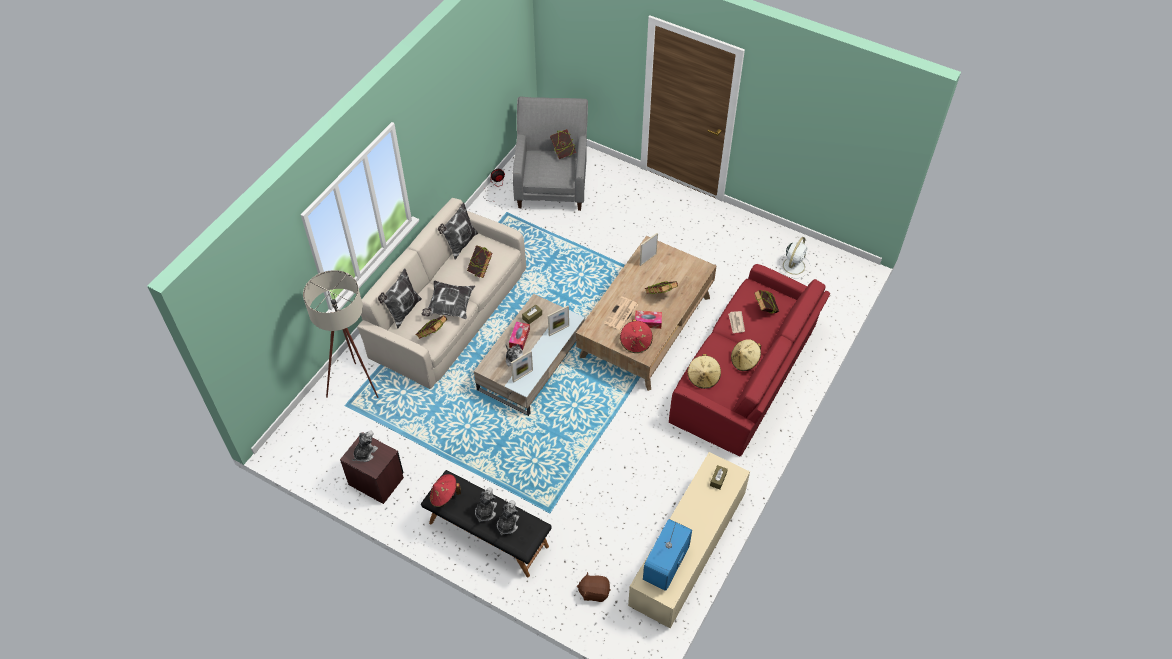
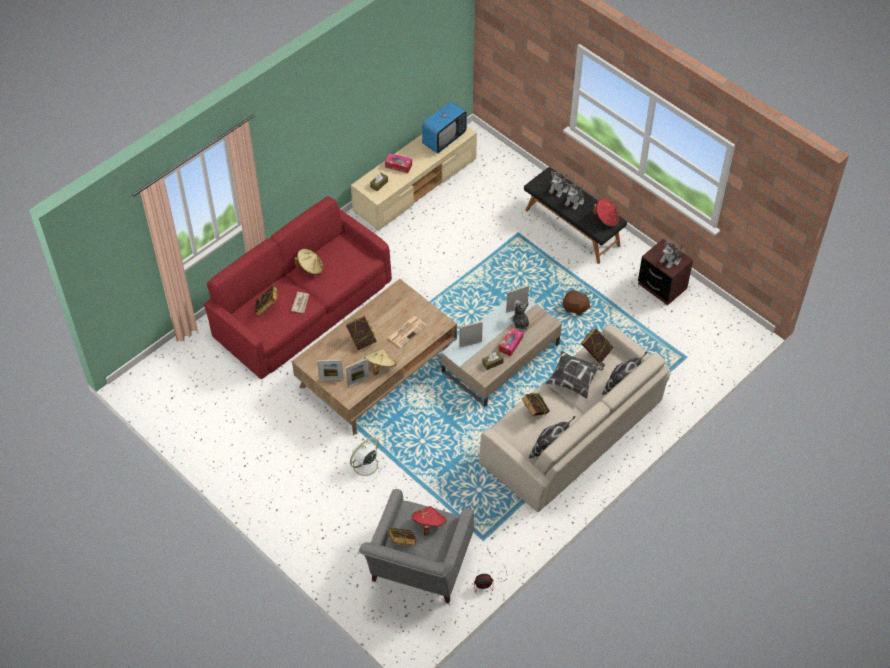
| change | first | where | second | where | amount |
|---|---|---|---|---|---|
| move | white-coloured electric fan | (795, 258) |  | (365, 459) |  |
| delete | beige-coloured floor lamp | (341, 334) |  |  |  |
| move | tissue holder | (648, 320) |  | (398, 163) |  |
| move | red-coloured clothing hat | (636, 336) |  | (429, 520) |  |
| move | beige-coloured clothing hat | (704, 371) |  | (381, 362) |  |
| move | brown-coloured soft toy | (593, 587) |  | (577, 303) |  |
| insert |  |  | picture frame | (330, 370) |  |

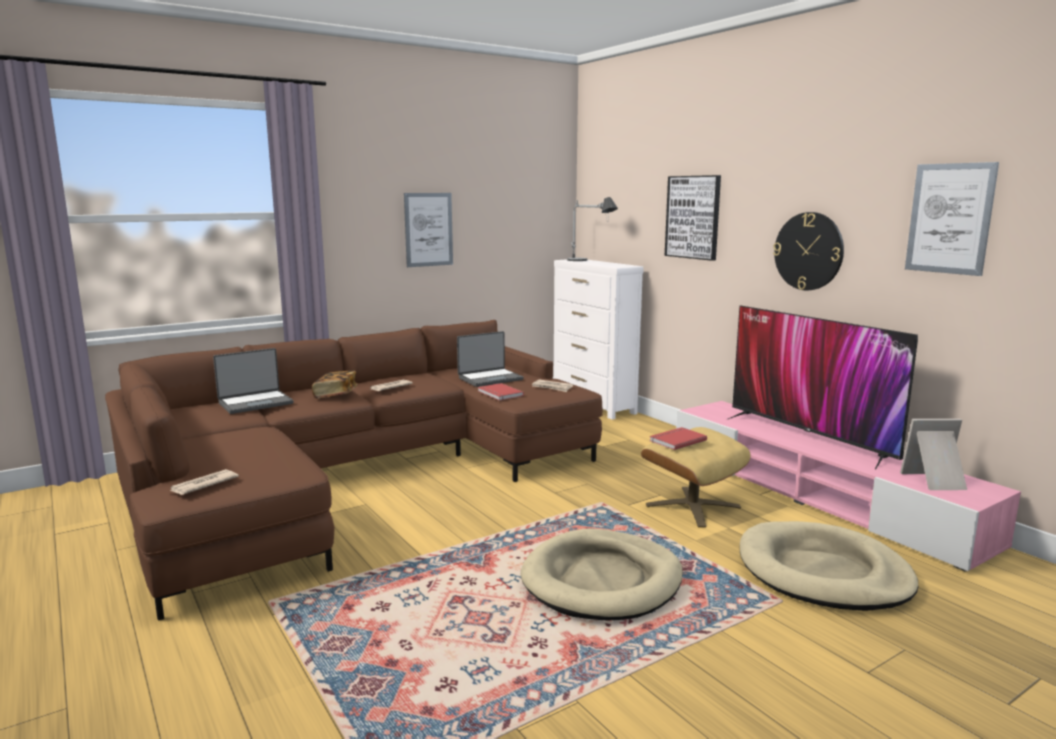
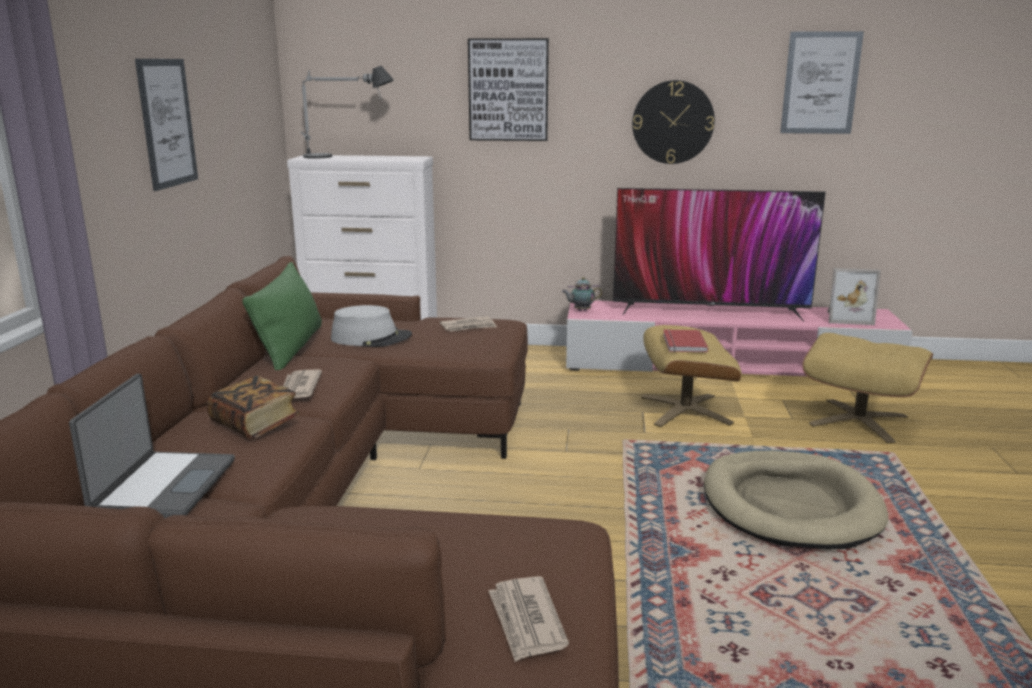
| change | first | where | second | where | amount |
|---|---|---|---|---|---|
| replace | notebook computer | (490, 359) | grey clothing hat | (371, 326) |  |
| delete | red-coloured book | (501, 392) |  |  |  |
| rotate | picture frame | (933, 454) |  | (854, 296) | 120 degrees counterclockwise |
| replace | beige-coloured pet bed | (829, 566) | beige-coloured footrest | (867, 388) |  |
| insert |  |  | green pillow | (282, 316) |  |
| insert |  |  | tea pot | (582, 294) |  |

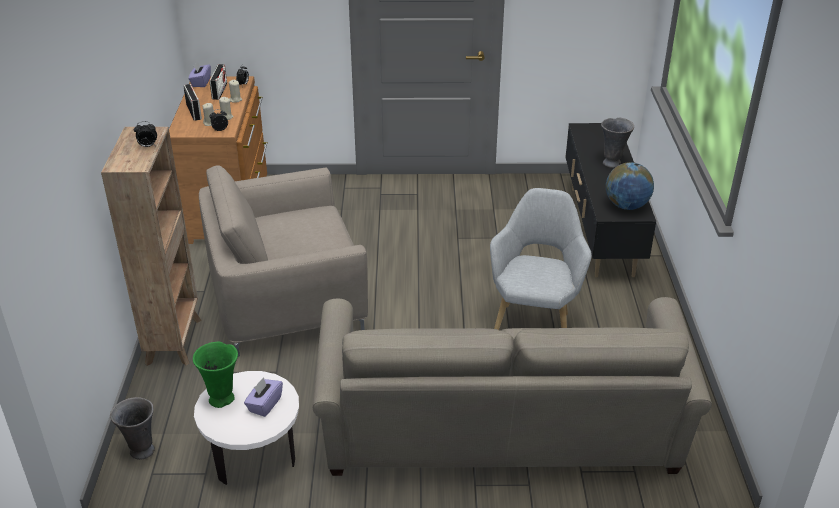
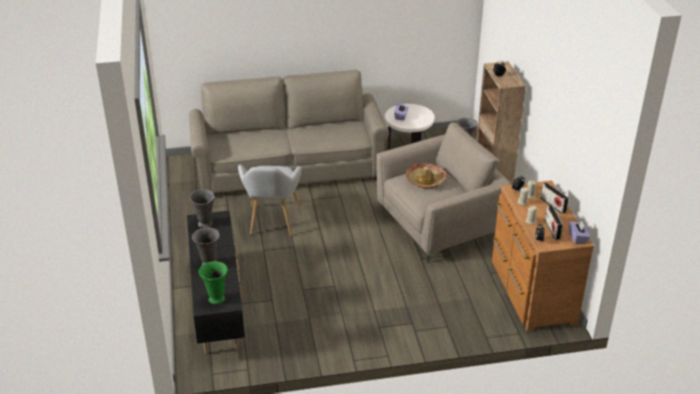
| change | first | where | second | where | amount |
|---|---|---|---|---|---|
| replace | desk globe | (630, 186) | grey decorative vase | (202, 208) |  |
| move | green decorative vase | (215, 375) |  | (213, 282) |  |
| insert |  |  | clothing hat | (426, 176) |  |

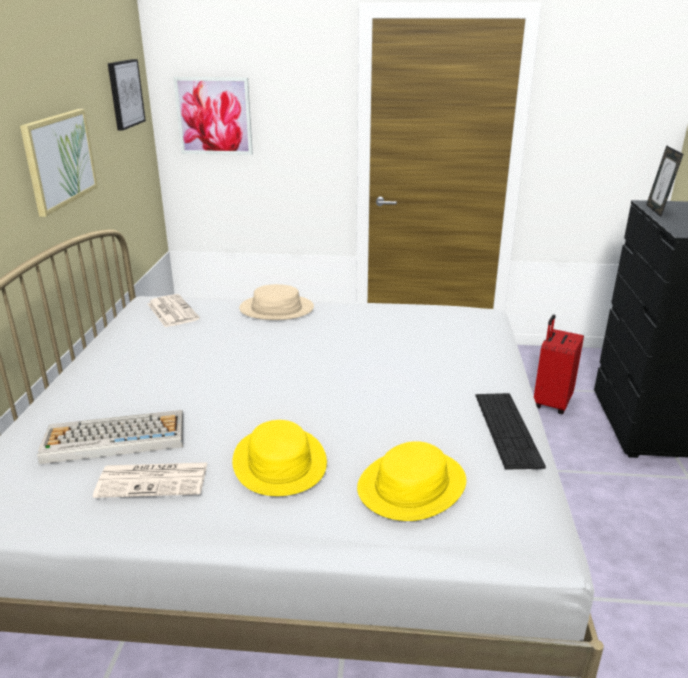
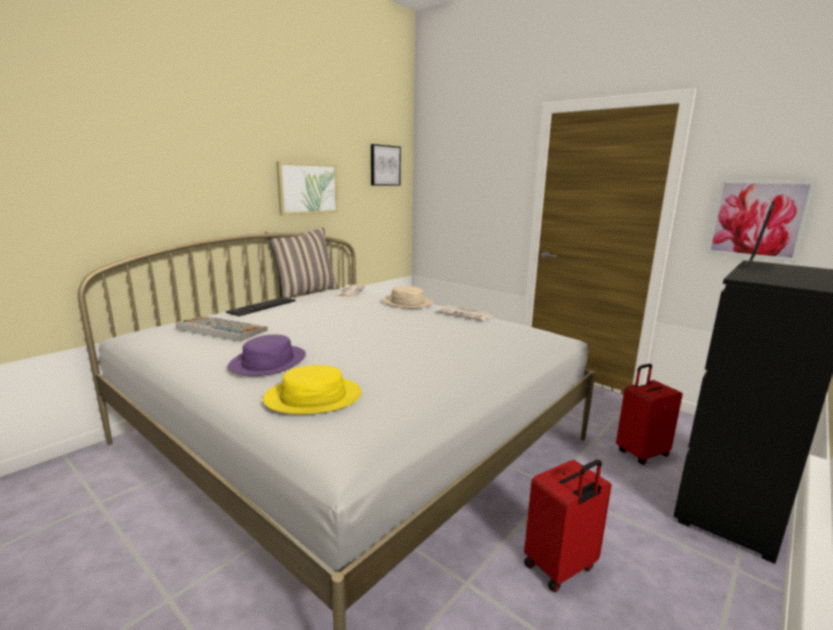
| change | first | where | second | where | amount |
|---|---|---|---|---|---|
| move | wall art | (213, 116) |  | (761, 221) |  |
| move | computer keyboard | (511, 431) |  | (261, 306) |  |
| recolor | yellow-coloured clothing hat | (279, 458) | purplish clothing hat | (267, 355) |  |
| move | daily paper | (150, 480) |  | (464, 313) |  |
| insert |  |  | pillow | (302, 263) |  |
| insert |  |  | red-coloured travel case | (568, 526) |  |

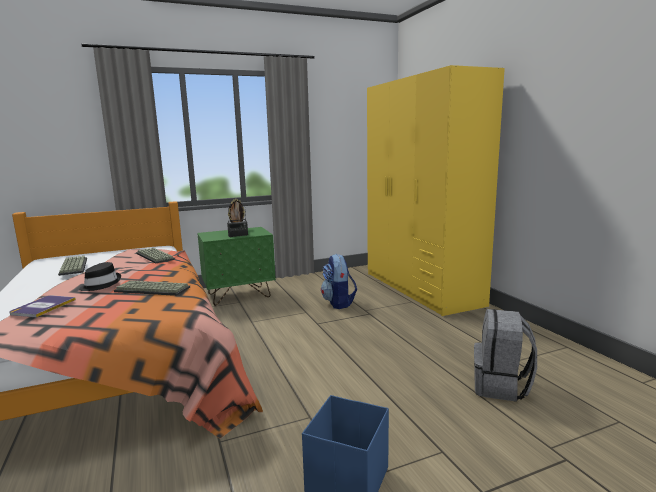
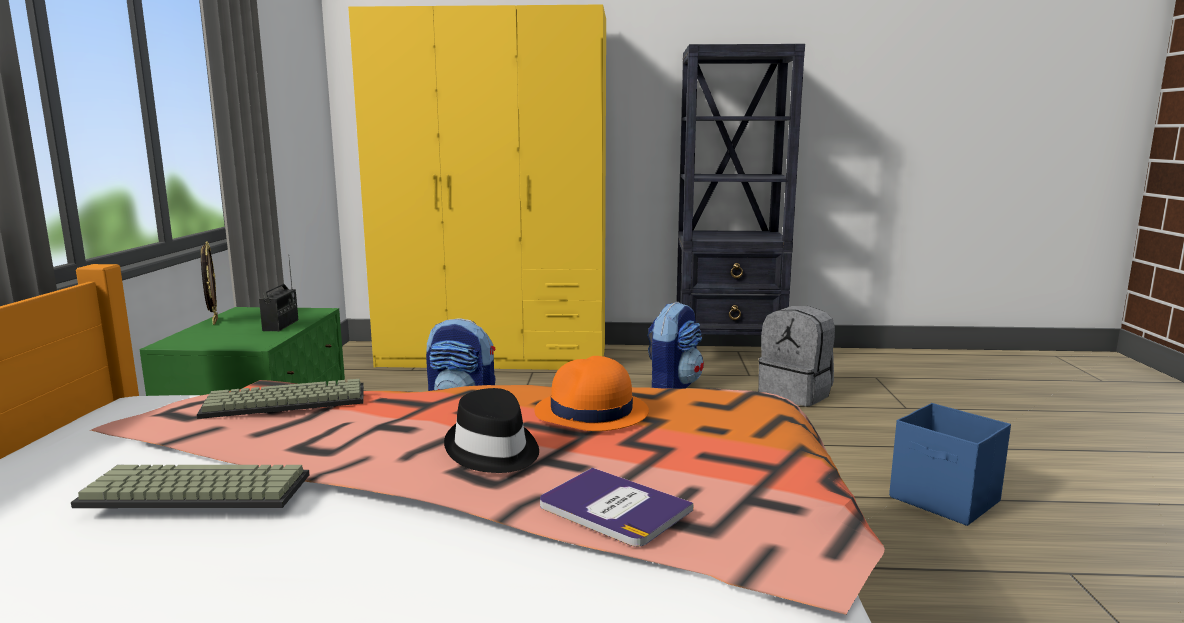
| change | first | where | second | where | amount |
|---|---|---|---|---|---|
| replace | computer keyboard | (152, 288) | orangey clothing hat | (591, 393) |  |
| insert |  |  | blackish shelving unit | (740, 189) |  |
| insert |  |  | knapsack | (675, 345) |  |

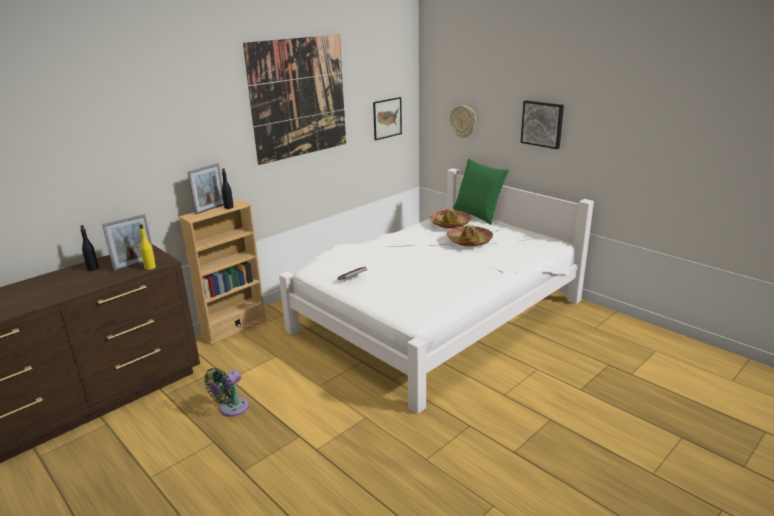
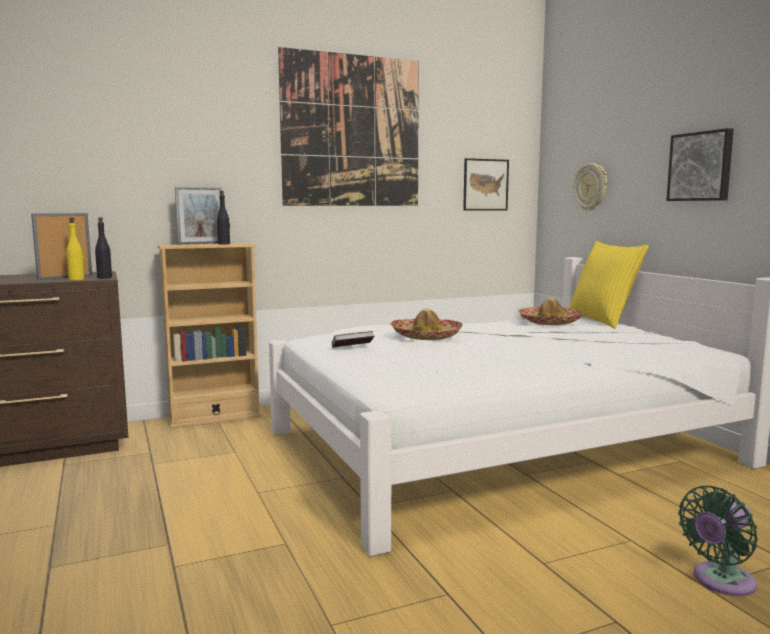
| change | first | where | second | where | amount |
|---|---|---|---|---|---|
| recolor | green pillow | (480, 192) | yellow-coloured pillow | (609, 285) |  |
| rotate | picture frame | (128, 242) |  | (61, 246) | 150 degrees clockwise |
| move | blackish beverage bottle | (89, 248) |  | (103, 248) |  |
| move | clothing hat | (470, 235) |  | (427, 324) |  |
| move | green electric fan | (226, 392) |  | (718, 541) |  |

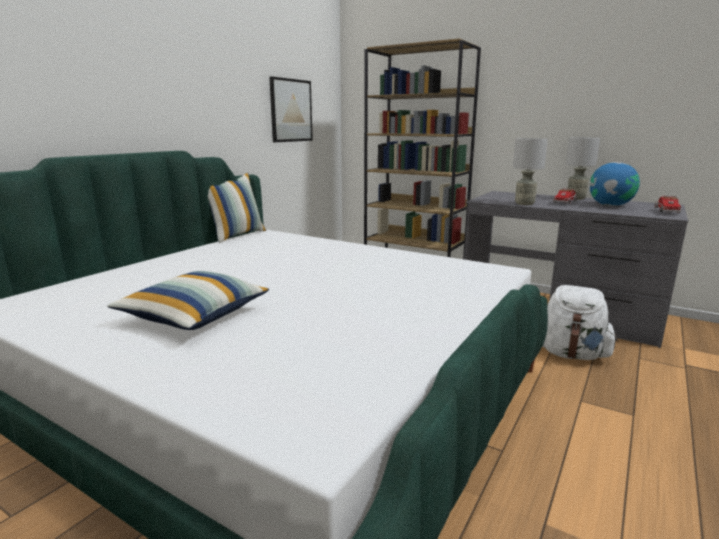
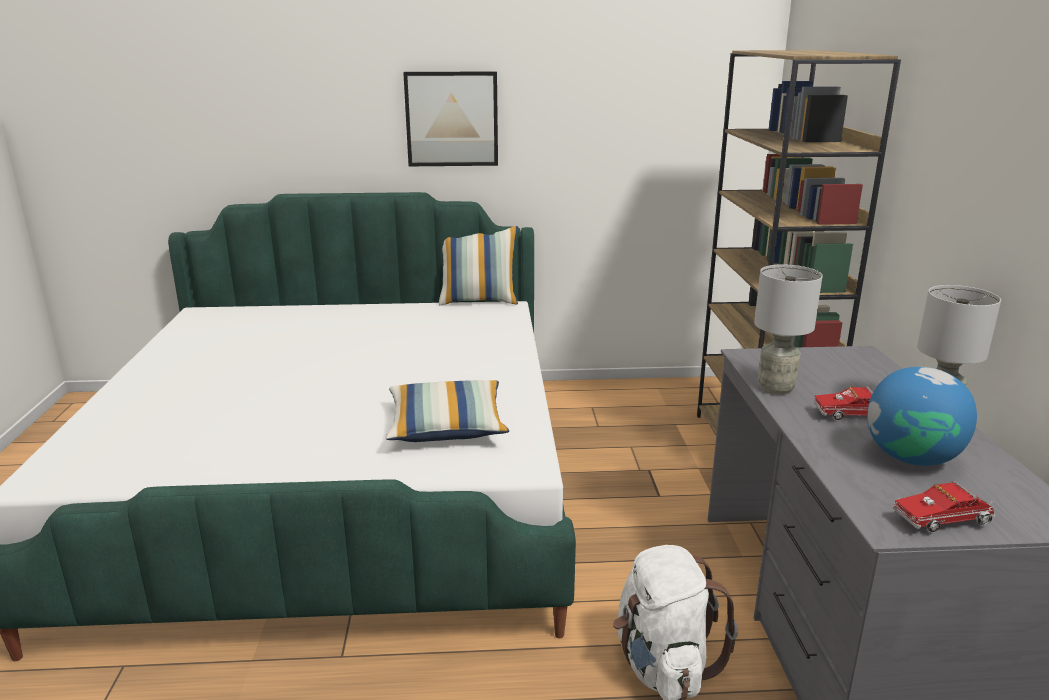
| change | first | where | second | where | amount |
|---|---|---|---|---|---|
| move | wall art | (291, 109) |  | (450, 119) |  |
| move | pillow | (188, 300) |  | (447, 411) |  |

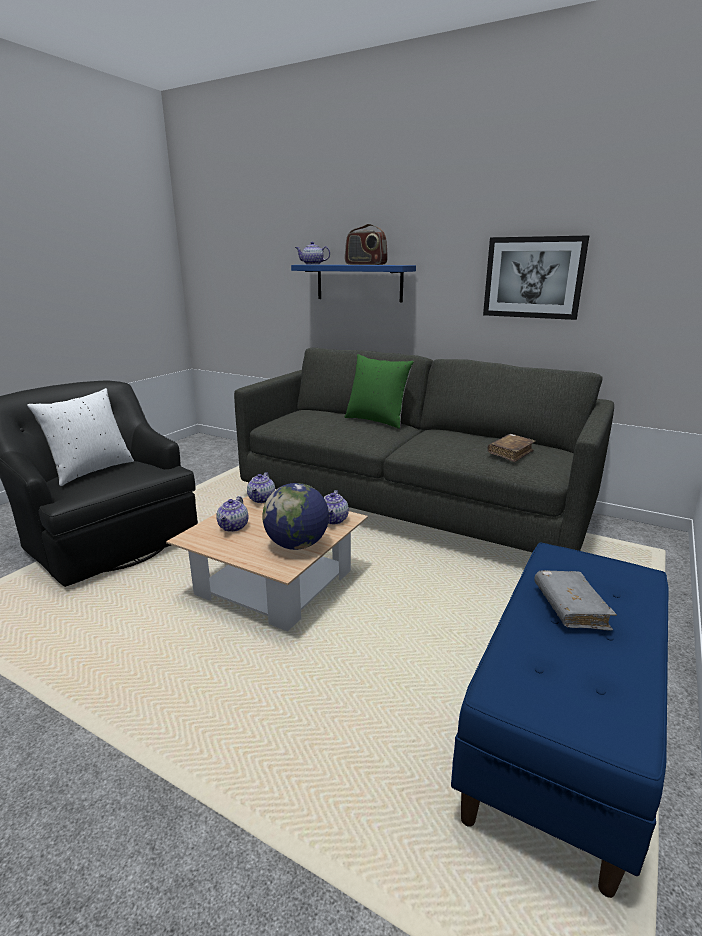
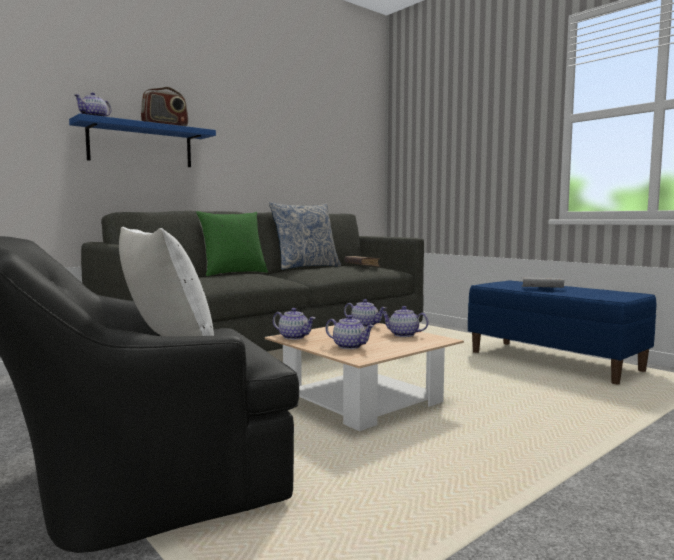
| change | first | where | second | where | amount |
|---|---|---|---|---|---|
| delete | wall art | (536, 277) |  |  |  |
| replace | desk globe | (295, 516) | tea pot | (405, 321) |  |
| insert |  |  | pillow | (305, 236) |  |

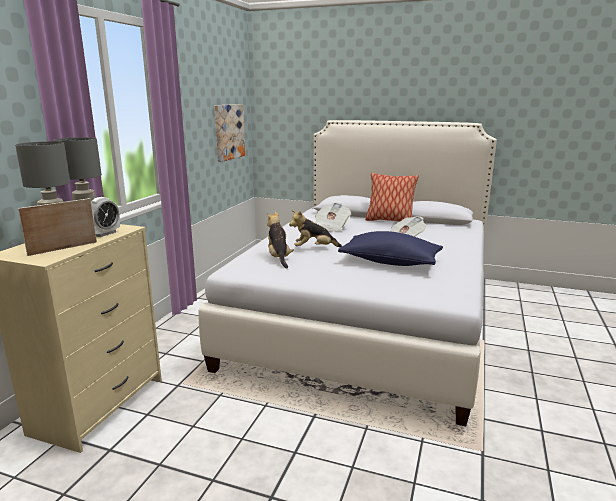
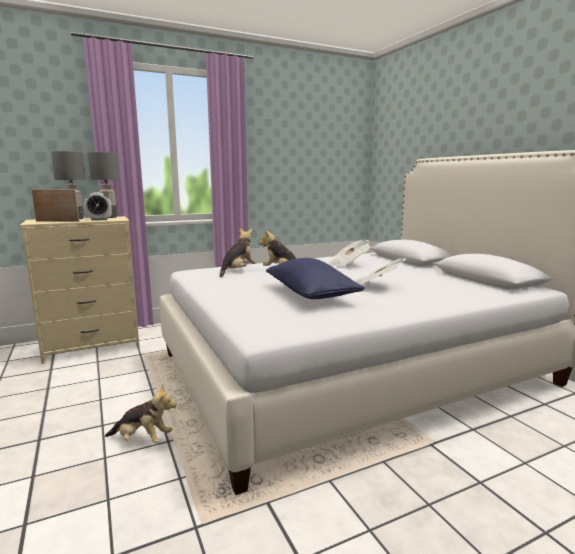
| change | first | where | second | where | amount |
|---|---|---|---|---|---|
| delete | wall art | (229, 133) |  |  |  |
| delete | pillow | (392, 197) |  |  |  |
| insert |  |  | soft toy | (141, 414) |  |

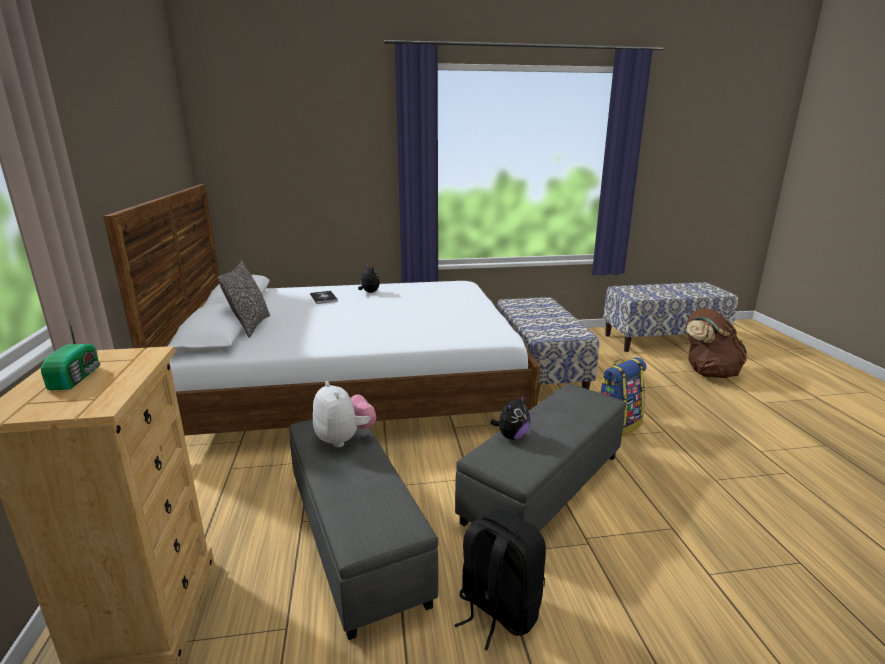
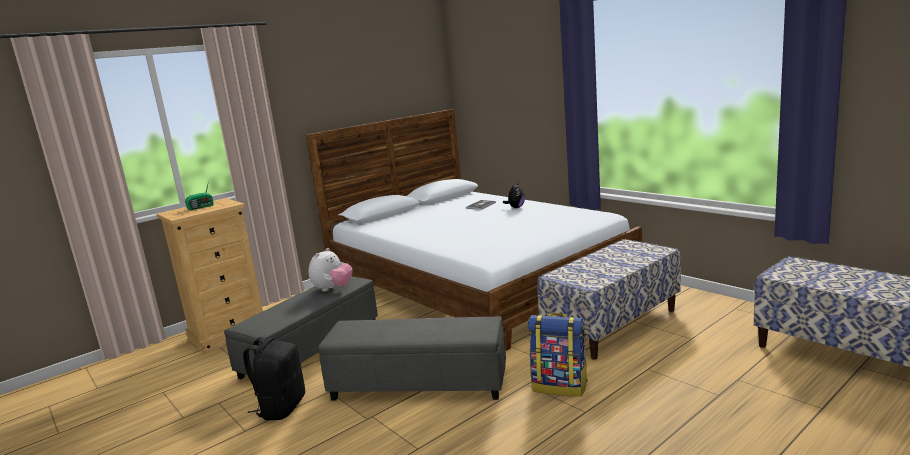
| change | first | where | second | where | amount |
|---|---|---|---|---|---|
| delete | pillow | (243, 299) |  |  |  |
| delete | brown-coloured knapsack | (716, 343) |  |  |  |
| delete | soft toy | (510, 417) |  |  |  |

